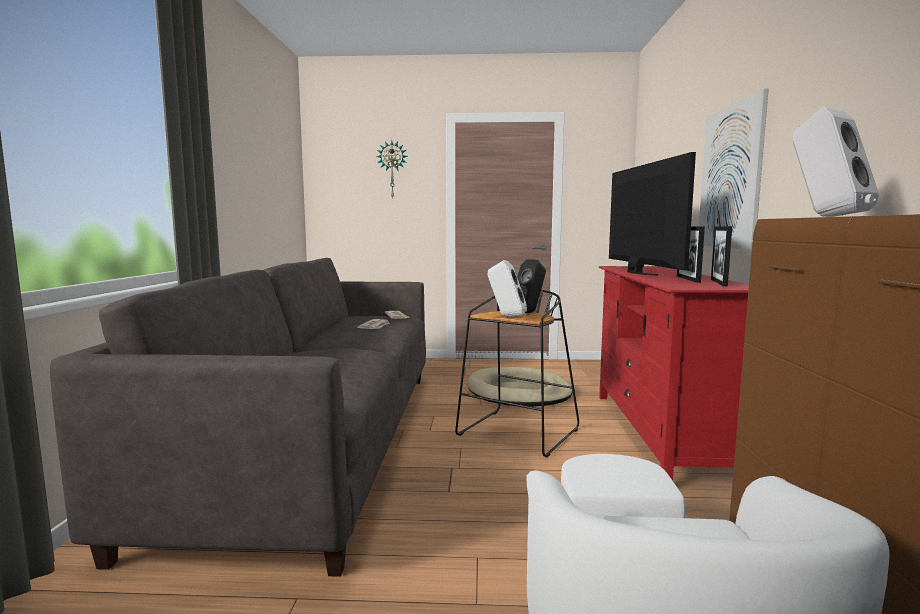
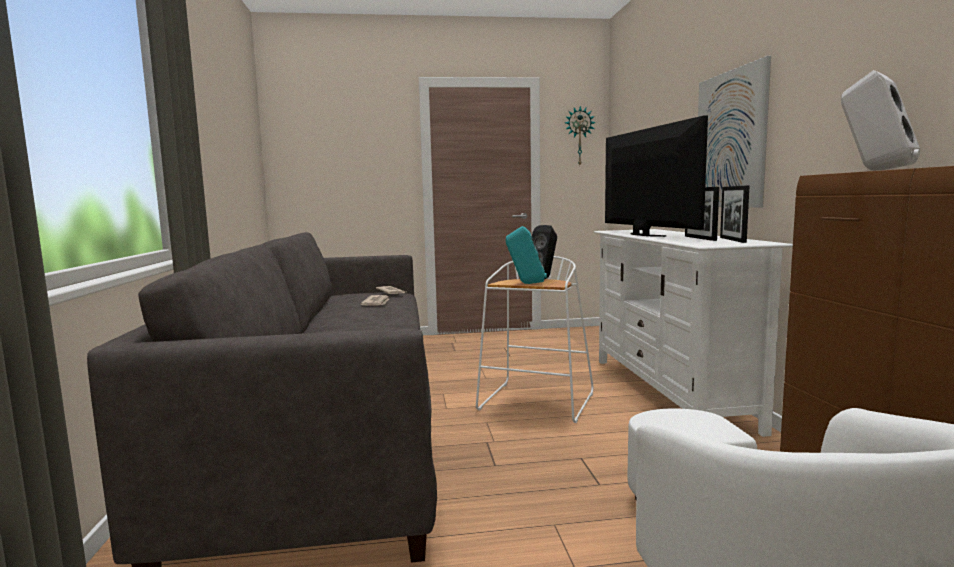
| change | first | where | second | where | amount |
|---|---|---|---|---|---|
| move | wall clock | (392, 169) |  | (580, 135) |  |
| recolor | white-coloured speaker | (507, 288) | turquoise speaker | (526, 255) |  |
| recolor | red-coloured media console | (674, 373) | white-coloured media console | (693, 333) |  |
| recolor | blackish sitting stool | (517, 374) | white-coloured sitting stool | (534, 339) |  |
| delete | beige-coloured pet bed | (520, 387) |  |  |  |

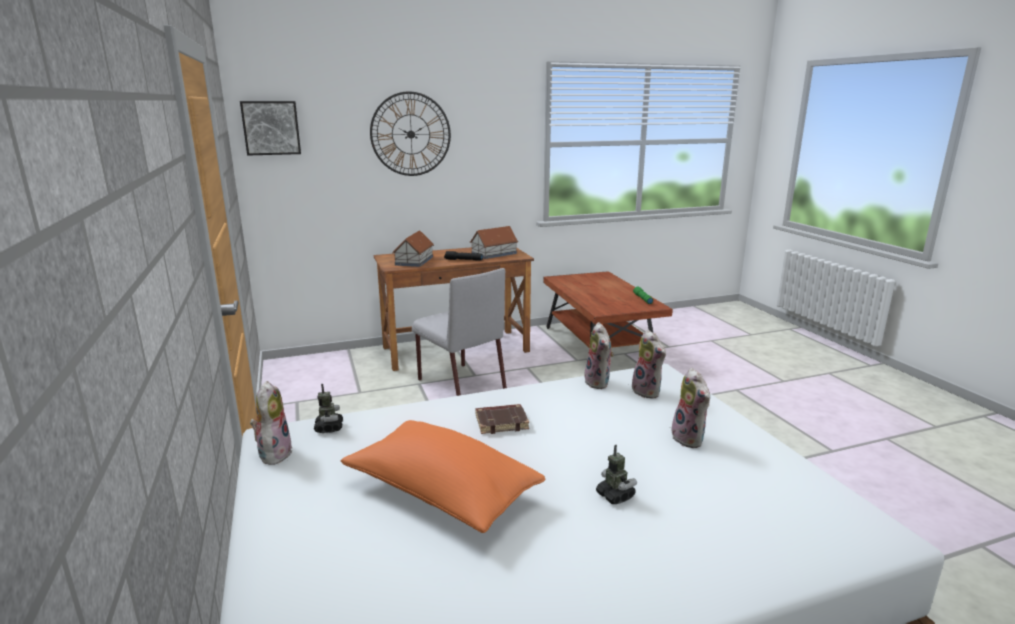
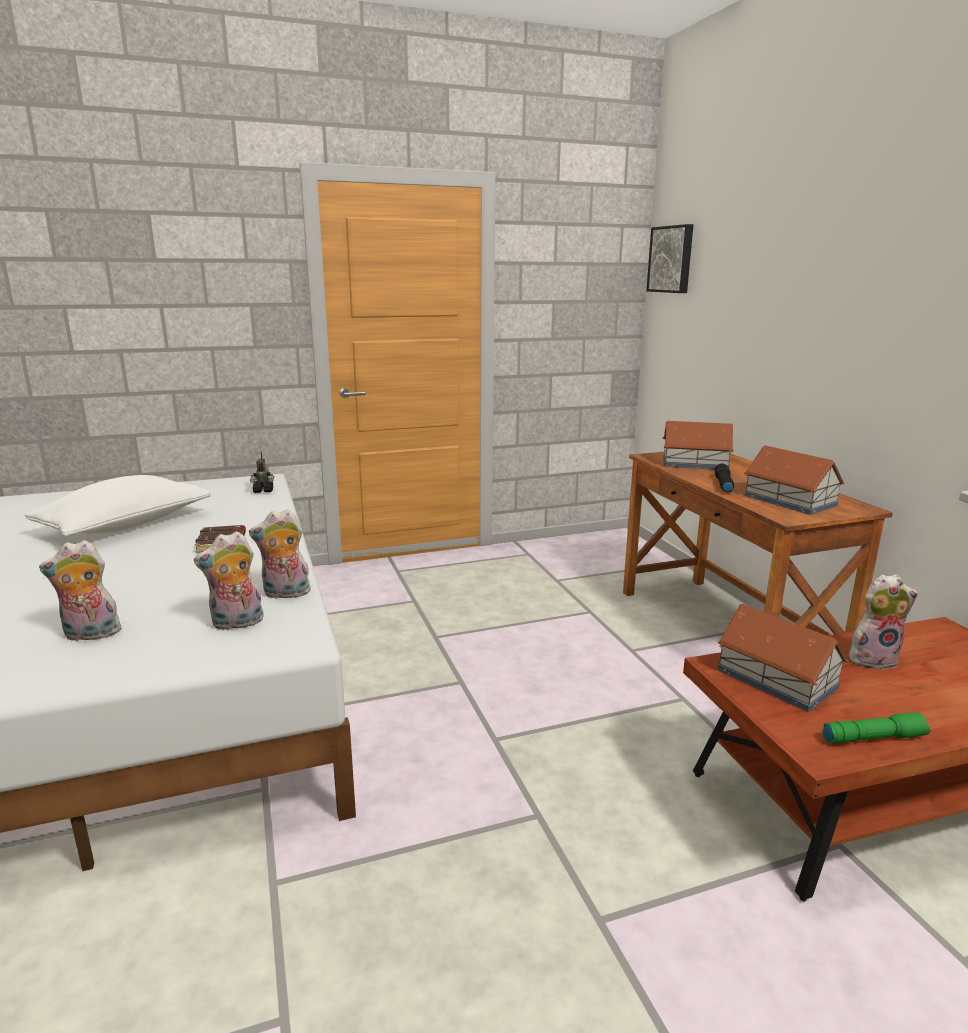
| change | first | where | second | where | amount |
|---|---|---|---|---|---|
| delete | wall clock | (410, 133) |  |  |  |
| delete | grey chair | (459, 332) |  |  |  |
| move | soft toy | (271, 423) |  | (883, 622) |  |
| recolor | orangey pillow | (443, 476) | white-coloured pillow | (118, 505) |  |
| delete | robot figure | (616, 474) |  |  |  |
| insert |  |  | miniature house | (783, 658) |  |

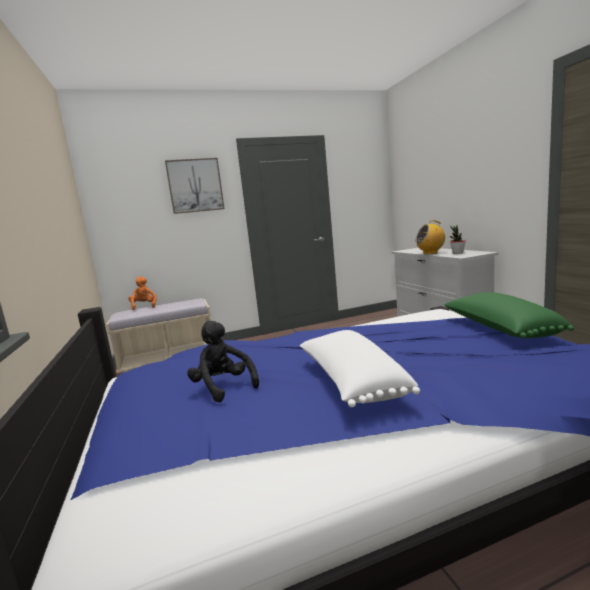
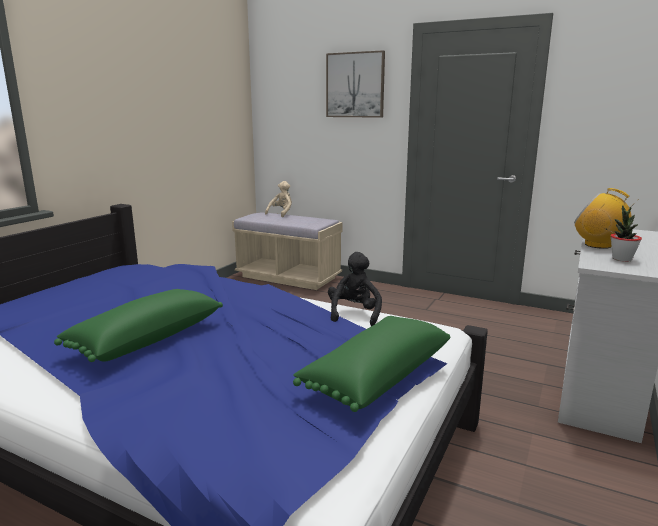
| change | first | where | second | where | amount |
|---|---|---|---|---|---|
| recolor | orangey soft toy | (142, 293) | beige-coloured soft toy | (278, 199) |  |
| move | blackish soft toy | (223, 361) |  | (355, 289) |  |
| recolor | white-coloured pillow | (360, 368) | green pillow | (138, 325) |  |

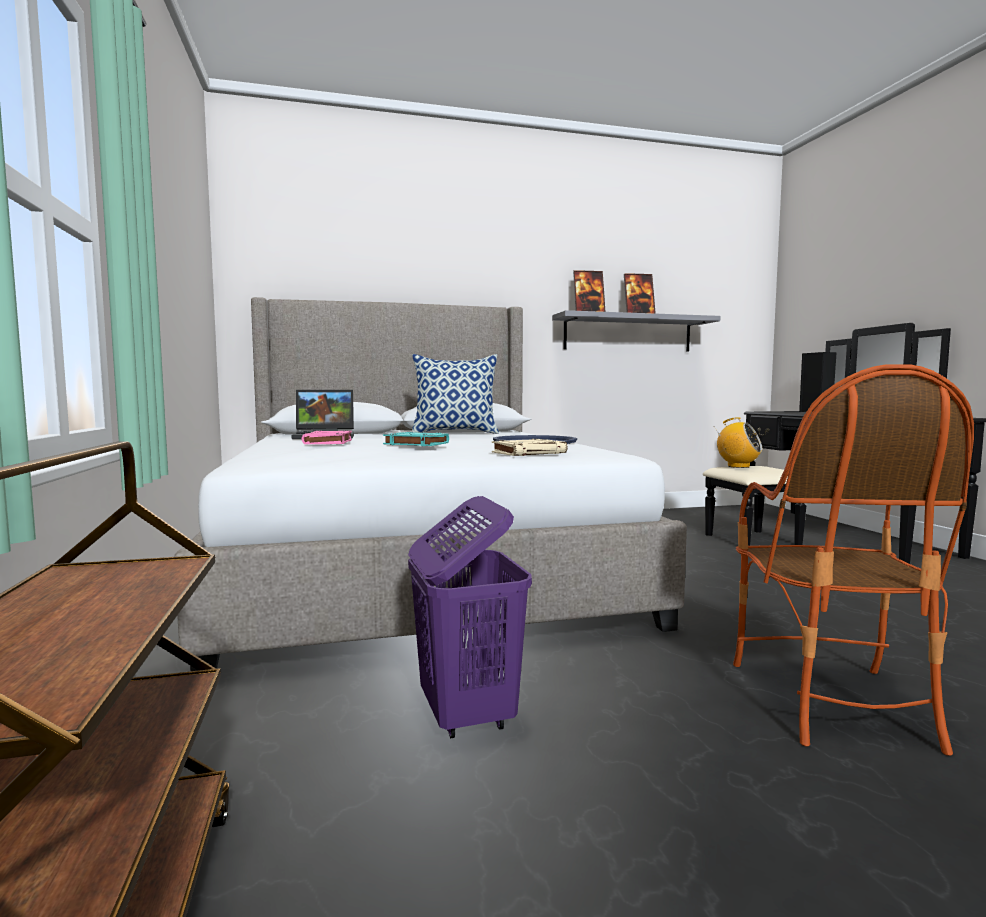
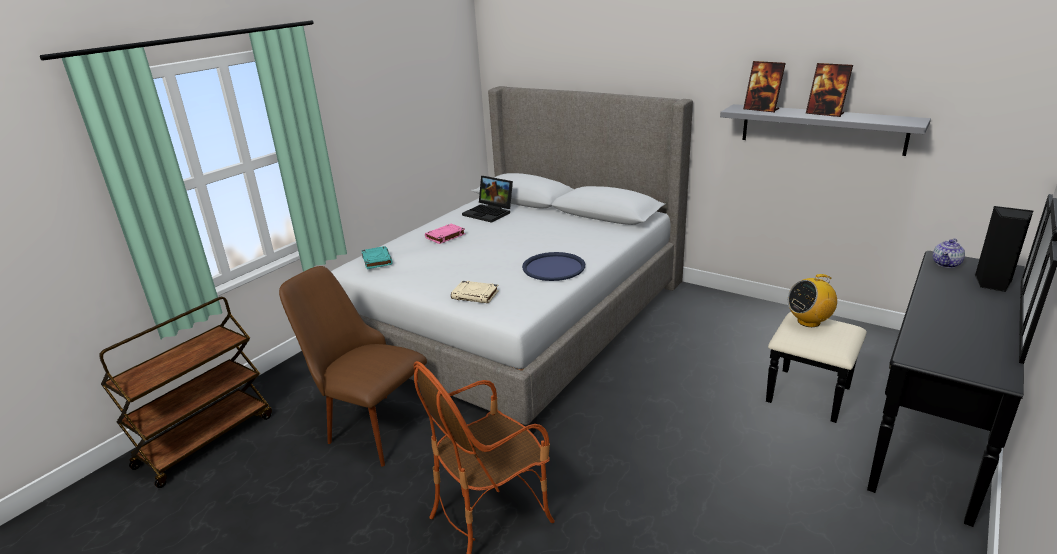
| change | first | where | second | where | amount |
|---|---|---|---|---|---|
| delete | pillow | (455, 394) |  |  |  |
| rotate | radio | (738, 442) |  | (812, 300) | 75 degrees clockwise |
| move | turquoise book | (416, 439) |  | (377, 257) |  |
| replace | purplish washing basket | (470, 617) | brown-coloured chair | (353, 366) |  |
| insert |  |  | tea pot | (948, 253) |  |

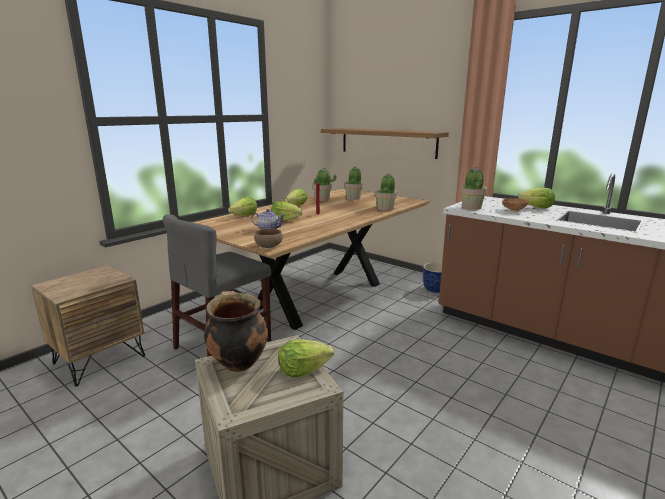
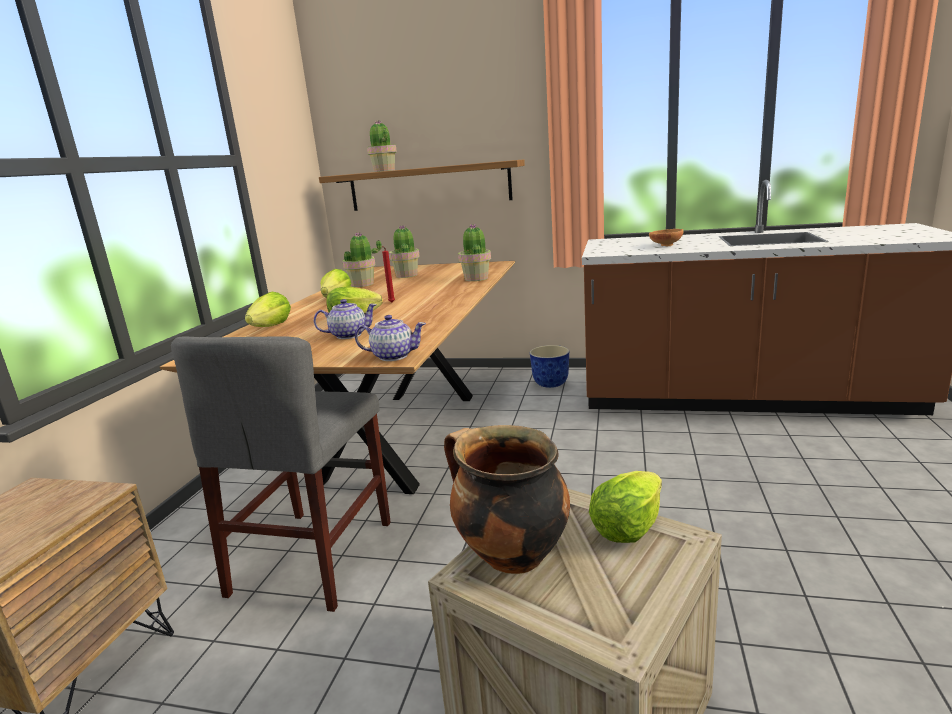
| change | first | where | second | where | amount |
|---|---|---|---|---|---|
| move | potted plant | (473, 188) |  | (382, 146) |  |
| delete | lettuce | (536, 198) |  |  |  |
| replace | brown-coloured serving bowl | (268, 238) | tea pot | (390, 338) |  |

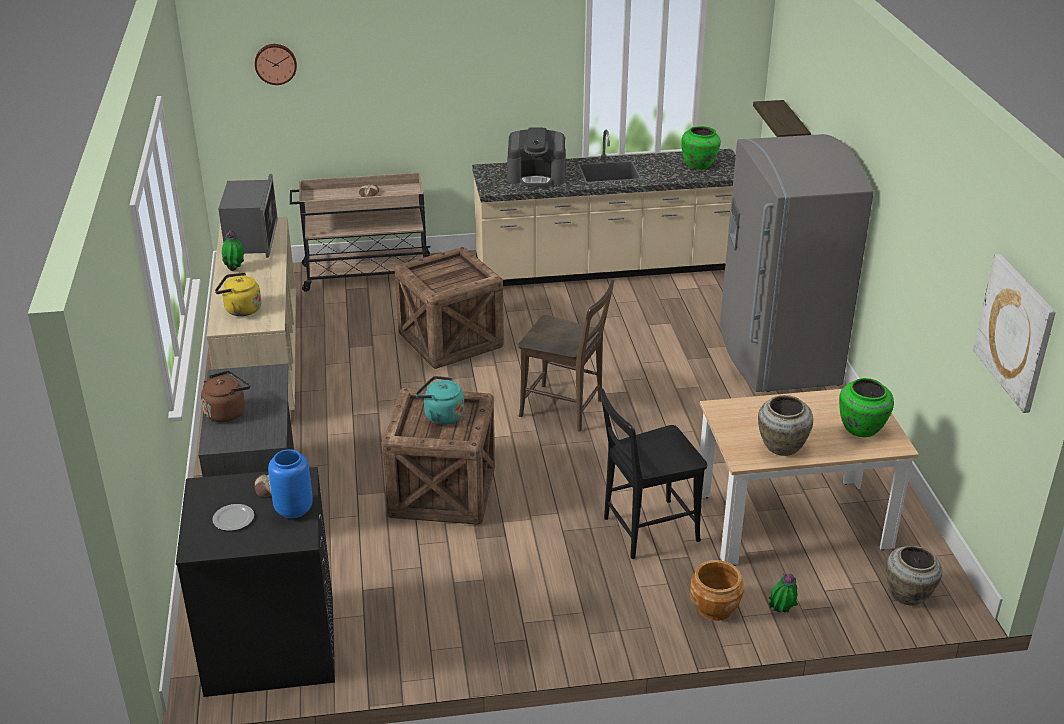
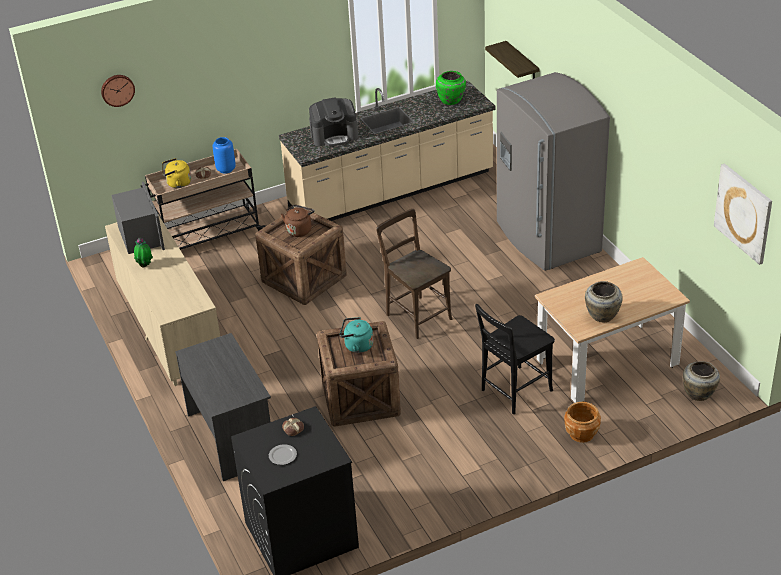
| change | first | where | second | where | amount |
|---|---|---|---|---|---|
| move | yellow-coloured kettle | (238, 294) |  | (176, 173) |  |
| rotate | brown-coloured chair | (566, 355) |  | (414, 274) | 135 degrees counterclockwise |
| move | brown-coloured kettle | (225, 396) |  | (297, 220) |  |
| delete | green decorative vase | (866, 407) |  |  |  |
| move | blue decorative vase | (290, 483) |  | (224, 155) |  |
| delete | potted plant | (783, 593) |  |  |  |

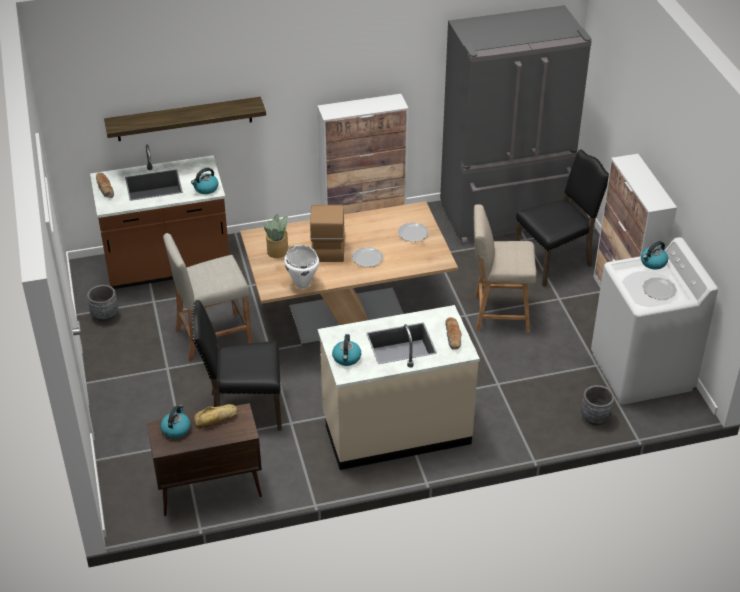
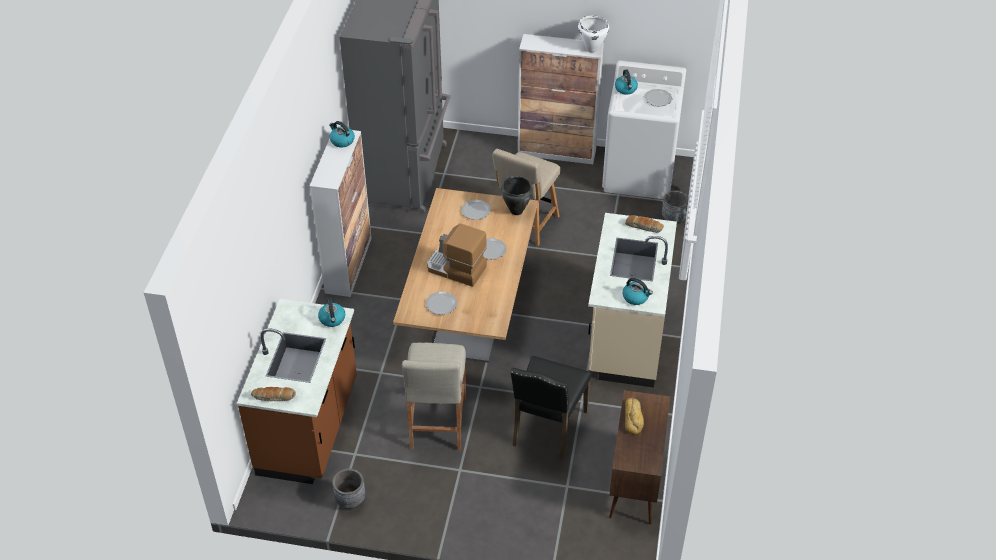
| change | first | where | second | where | amount |
|---|---|---|---|---|---|
| delete | shelf | (185, 119) |  |  |  |
| delete | blackish chair | (562, 218) |  |  |  |
| replace | potted plant | (276, 236) | dinner plate | (441, 303) |  |
| move | white-coloured stockpot | (301, 267) |  | (593, 34) |  |
| move | kettle | (175, 422) |  | (342, 134) |  |
| insert |  |  | blackish stockpot | (517, 195) |  |

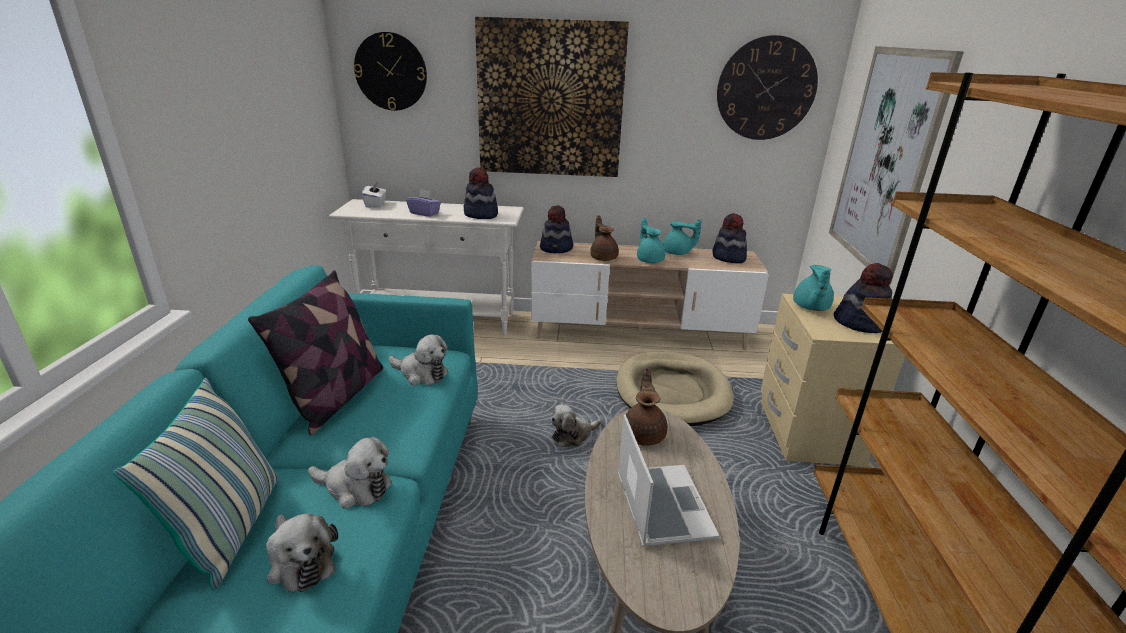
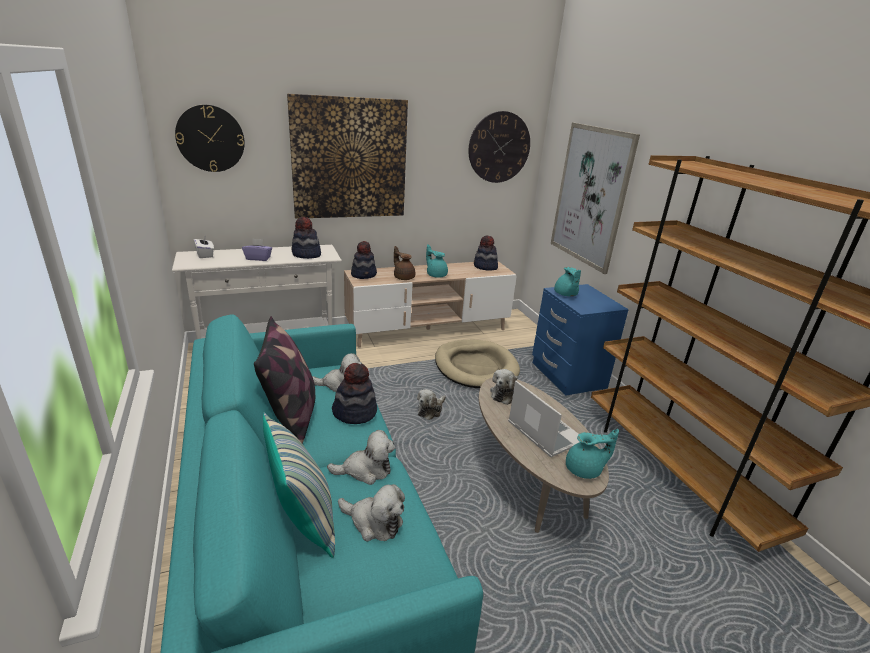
| change | first | where | second | where | amount |
|---|---|---|---|---|---|
| move | turquoise tea pot | (682, 237) |  | (592, 454) |  |
| move | clothing hat | (863, 298) |  | (354, 393) |  |
| recolor | beige-coloured night table | (833, 380) | blue night table | (580, 339) |  |
| replace | brown-coloured tea pot | (646, 407) | soft toy | (504, 387) |  |

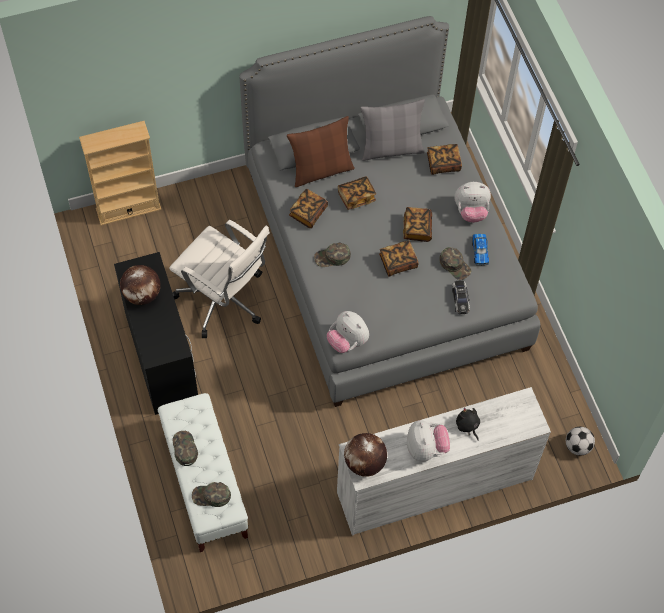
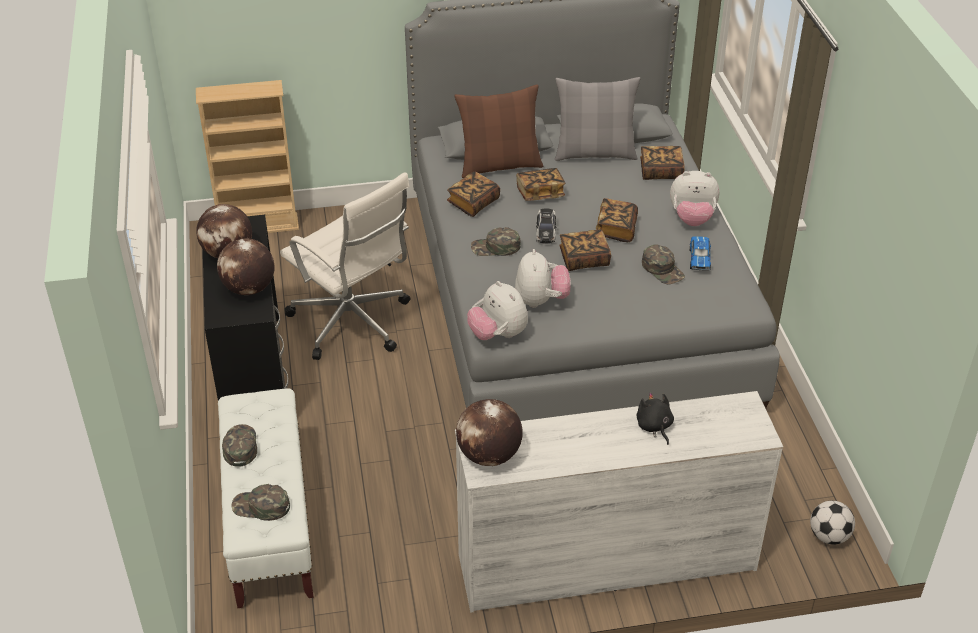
| change | first | where | second | where | amount |
|---|---|---|---|---|---|
| move | model car | (461, 297) |  | (546, 226) |  |
| move | soft toy | (428, 441) |  | (543, 278) |  |
| insert |  |  | desk globe | (245, 266) |  |

